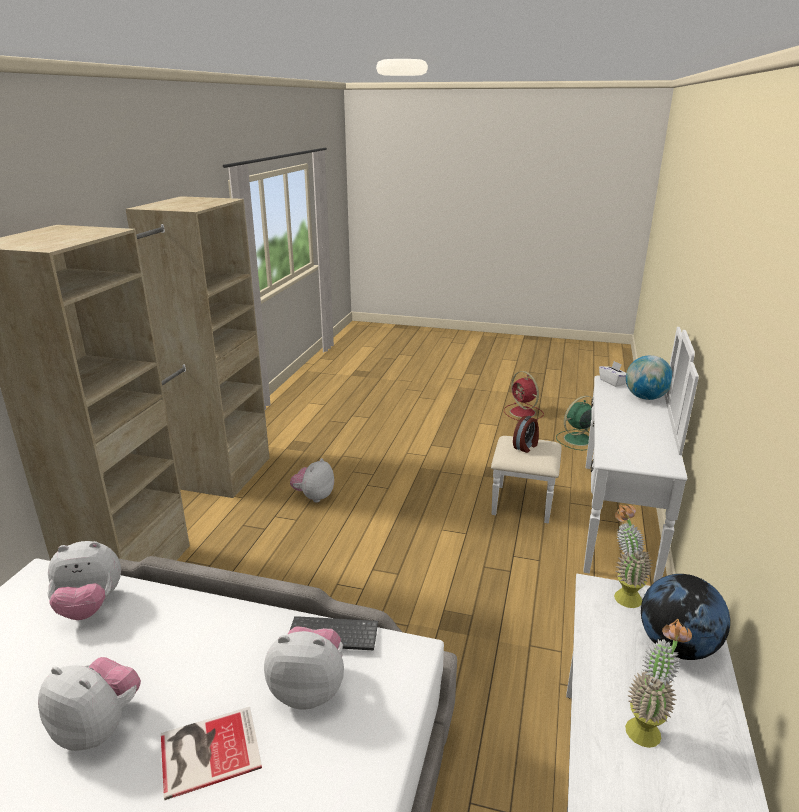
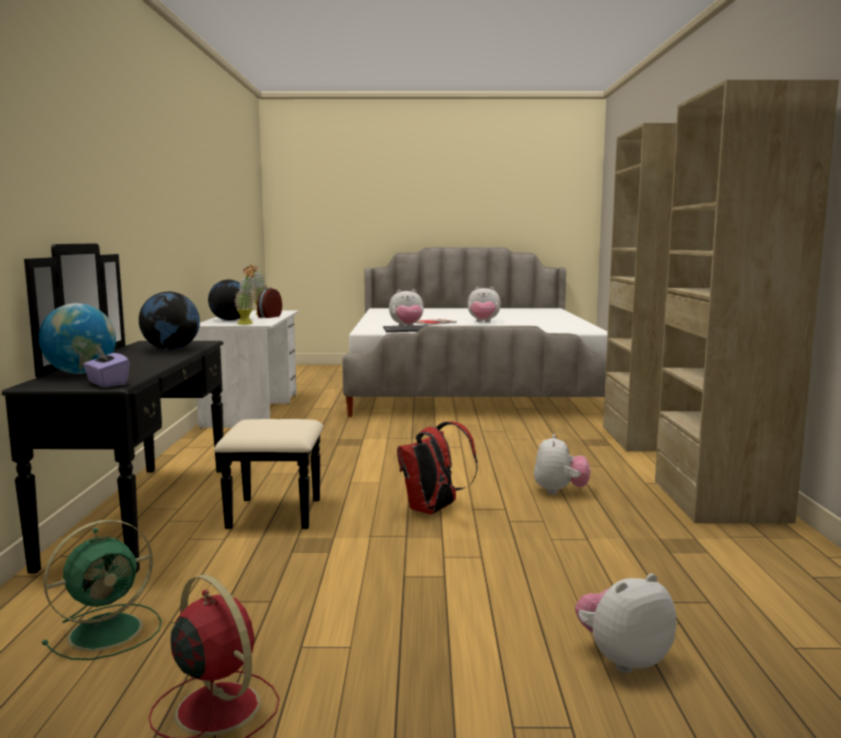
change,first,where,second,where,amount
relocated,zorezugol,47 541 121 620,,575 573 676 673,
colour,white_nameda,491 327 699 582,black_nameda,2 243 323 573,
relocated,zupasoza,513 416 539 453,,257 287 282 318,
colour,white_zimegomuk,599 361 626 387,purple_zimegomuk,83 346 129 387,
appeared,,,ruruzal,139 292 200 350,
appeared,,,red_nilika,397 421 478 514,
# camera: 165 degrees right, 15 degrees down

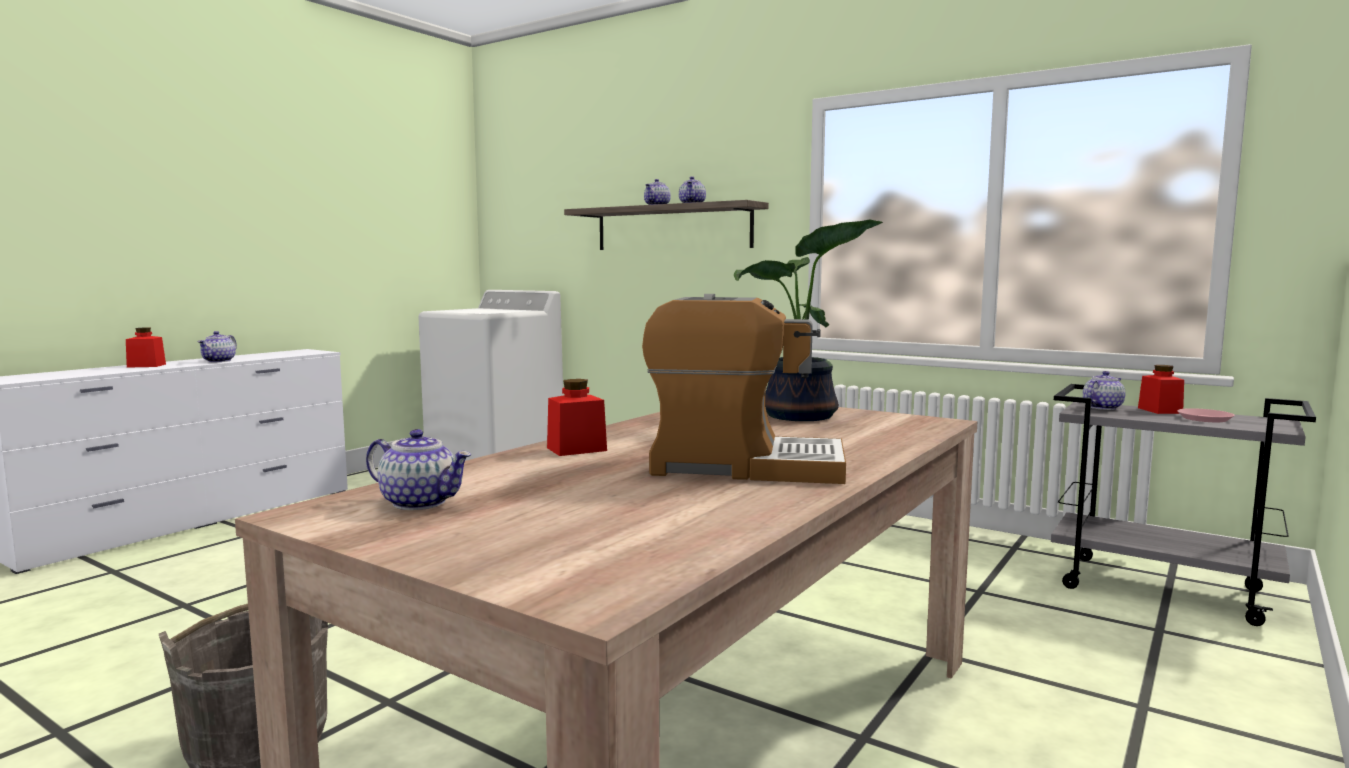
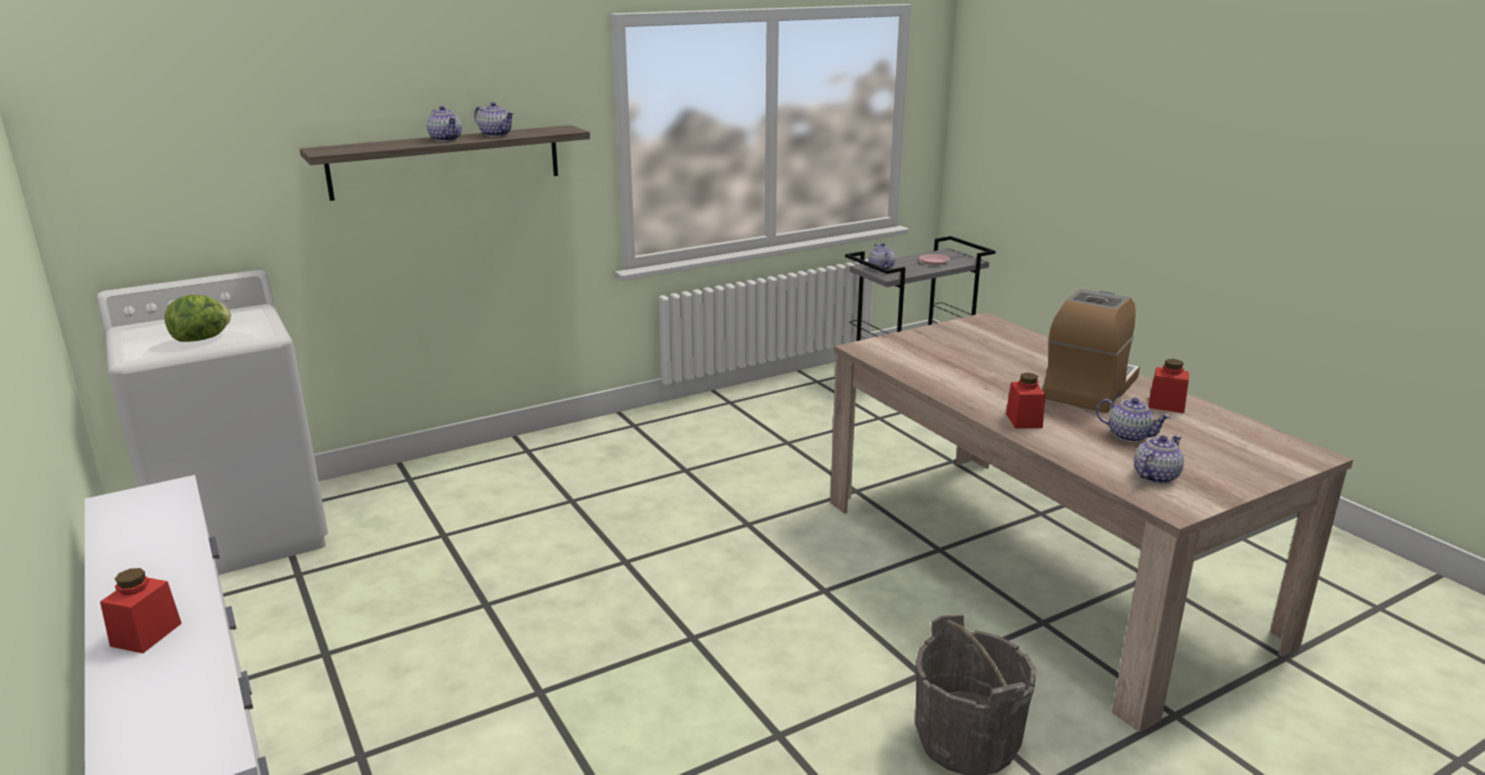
change,first,where,second,where,amount
relocated,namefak,197 331 237 362,,1096 398 1171 442,
missing,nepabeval,734 219 883 421,,,
relocated,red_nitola,1138 365 1184 414,,1148 359 1189 413,
appeared,,,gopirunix,164 295 231 342,
# camera: 65 degrees left, 15 degrees up

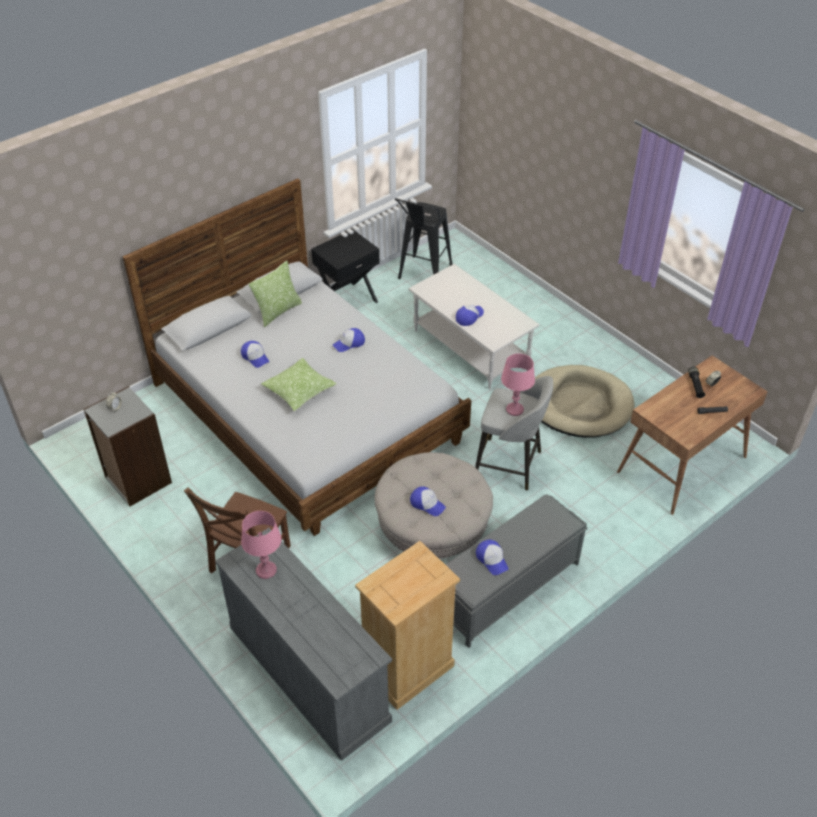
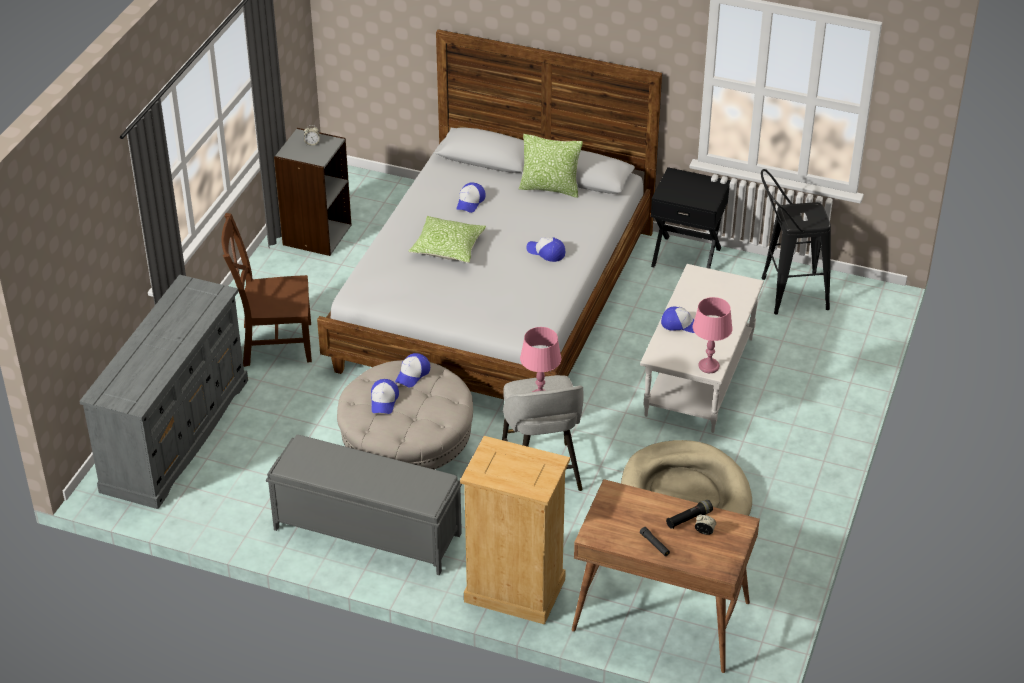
change,first,where,second,where,amount
relocated,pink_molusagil,241 511 282 579,,693 297 733 373,
relocated,beige_nameda,355 541 460 710,,460 436 570 625,
relocated,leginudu,476 540 508 575,,395 353 430 387,
# camera: 60 degrees right, 5 degrees down

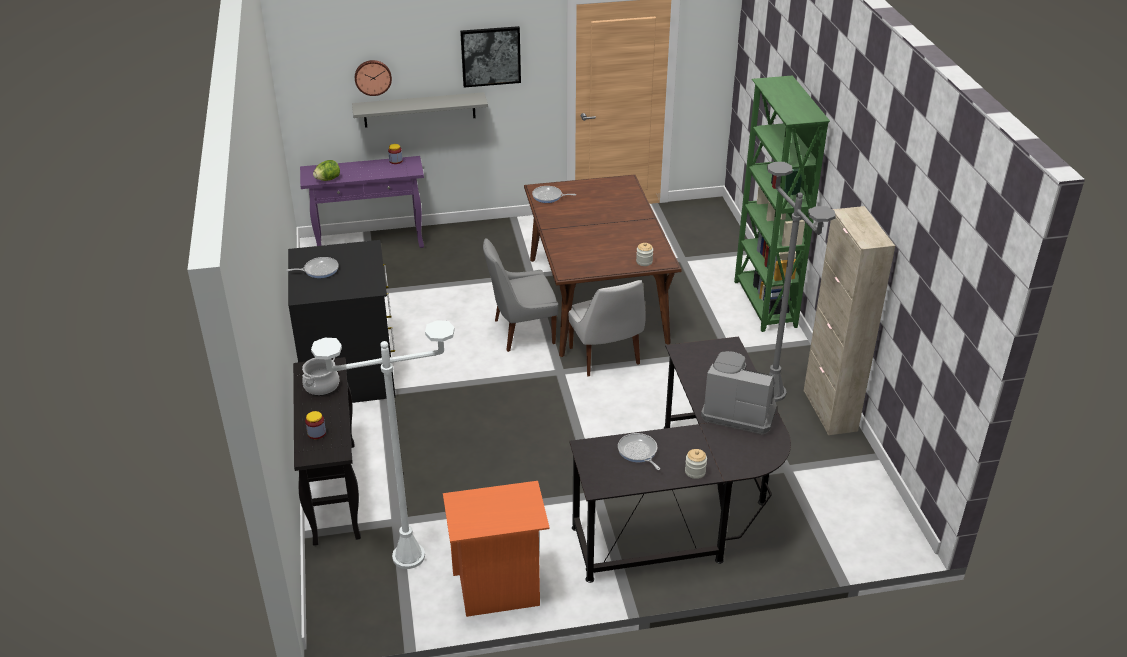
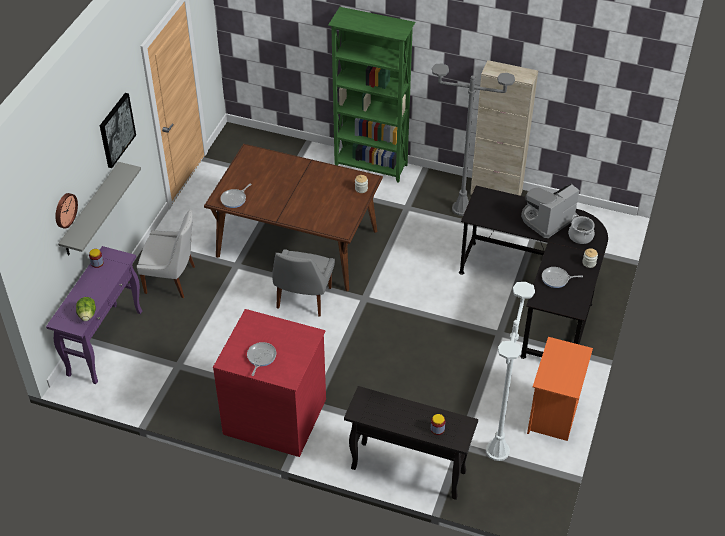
change,first,where,second,where,amount
colour,black_nameda,288 240 396 403,red_nameda,213 309 326 457,
relocated,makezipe,302 357 339 396,,568 215 595 244,
relocated,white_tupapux,568 280 645 376,,137 210 195 298,
# camera: 60 degrees left, 10 degrees up

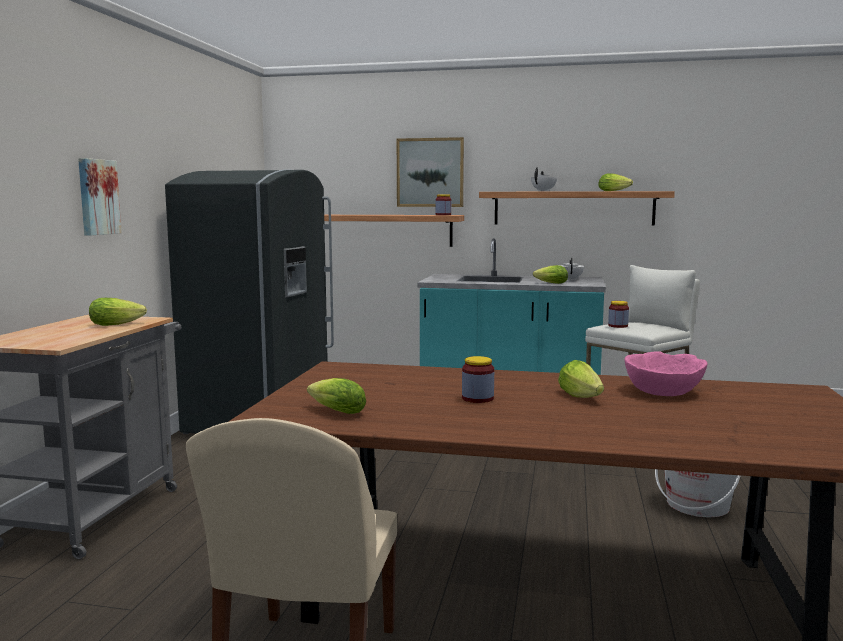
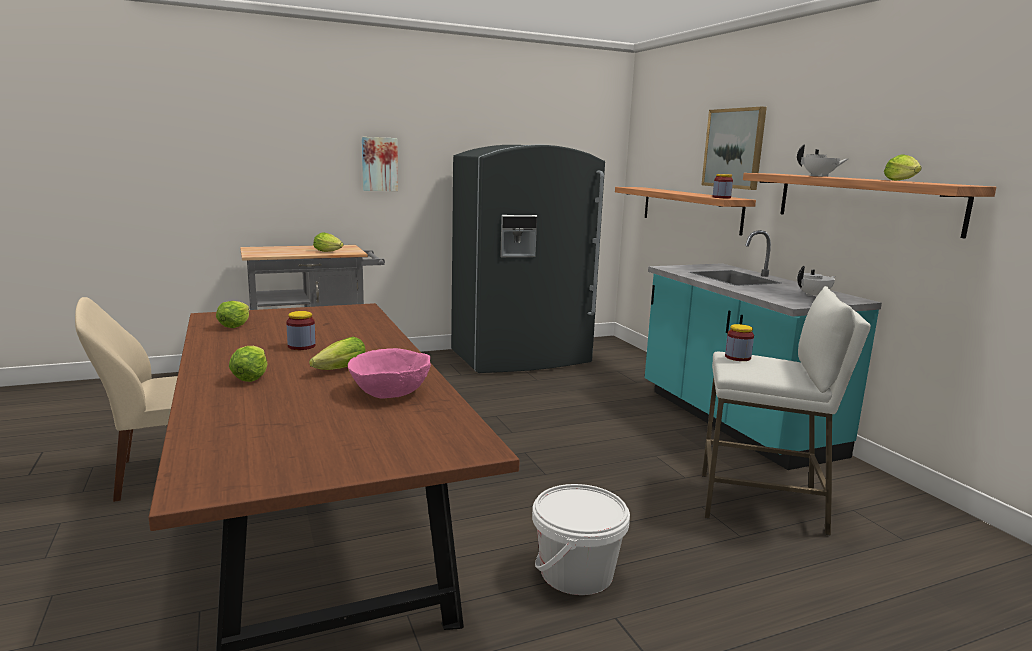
change,first,where,second,where,amount
relocated,gopirunix,533 265 568 284,,229 346 268 382,
# camera: 55 degrees right, 5 degrees up

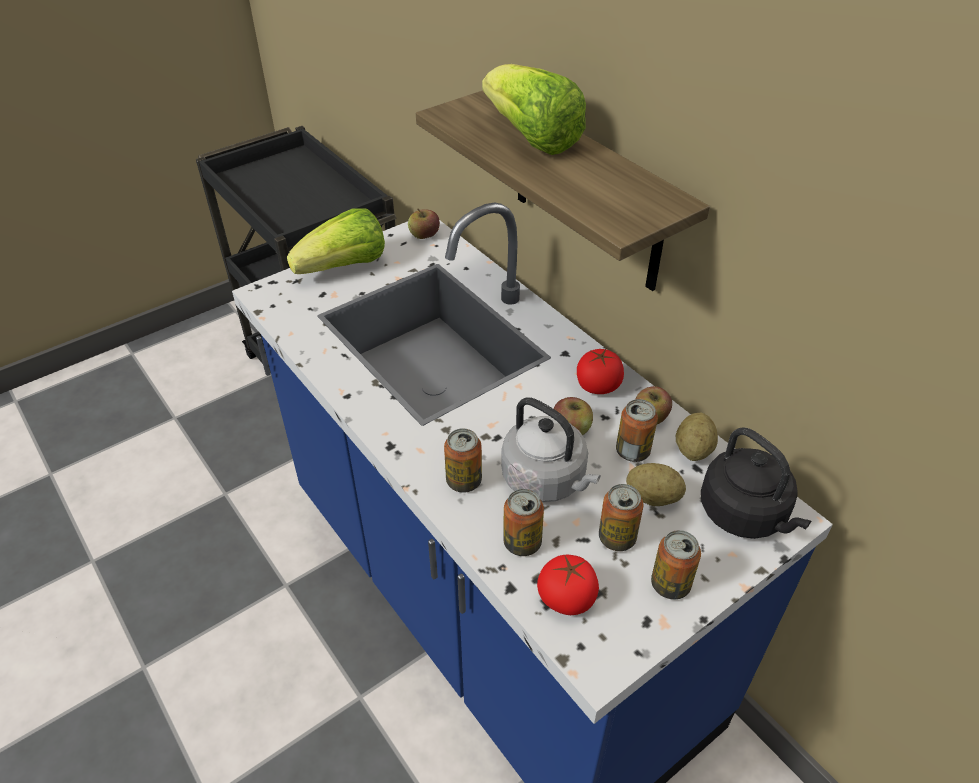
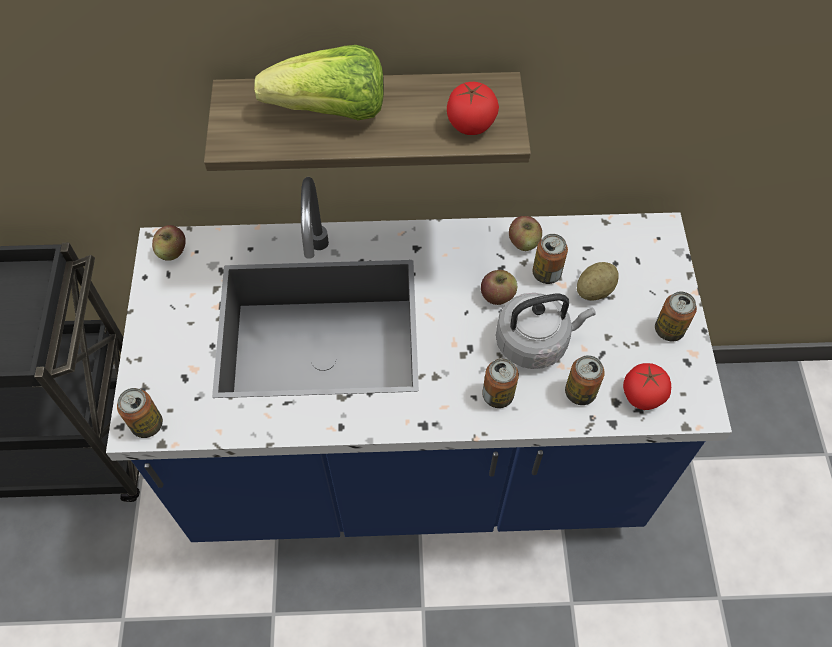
change,first,where,second,where,amount
missing,gopirunix,287 208 385 274,,,
relocated,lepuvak,577 349 624 394,,447 82 499 135,
relocated,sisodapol,599 484 644 551,,117 388 163 438,
missing,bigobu,676 413 718 461,,,
missing,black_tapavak,701 427 811 539,,,
# camera: 55 degrees left, 15 degrees up

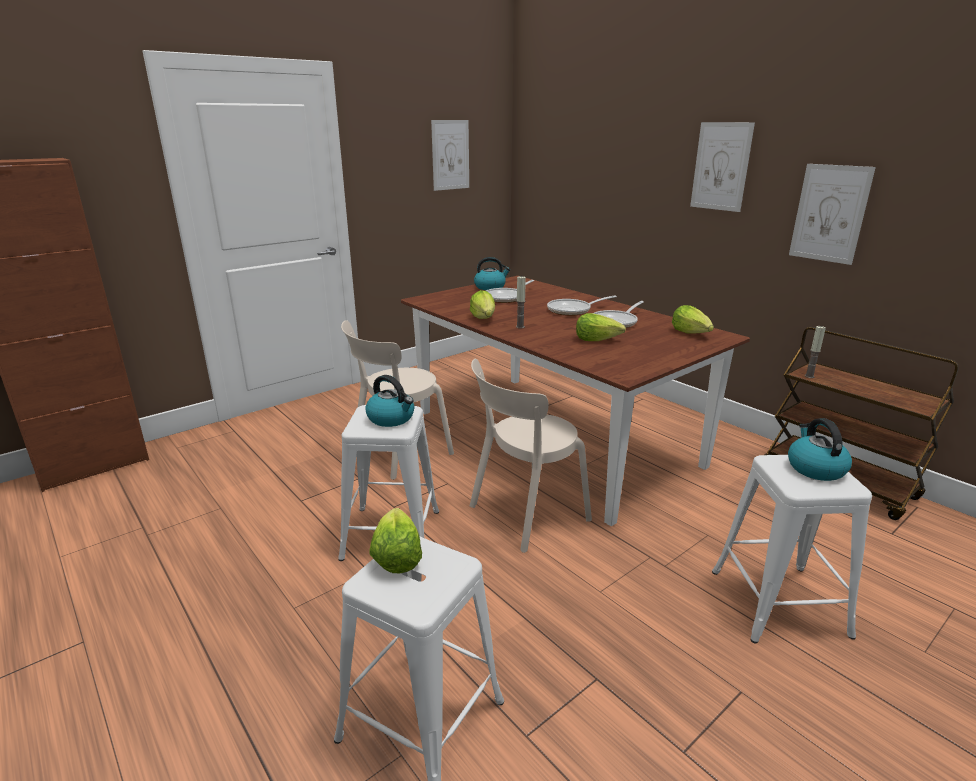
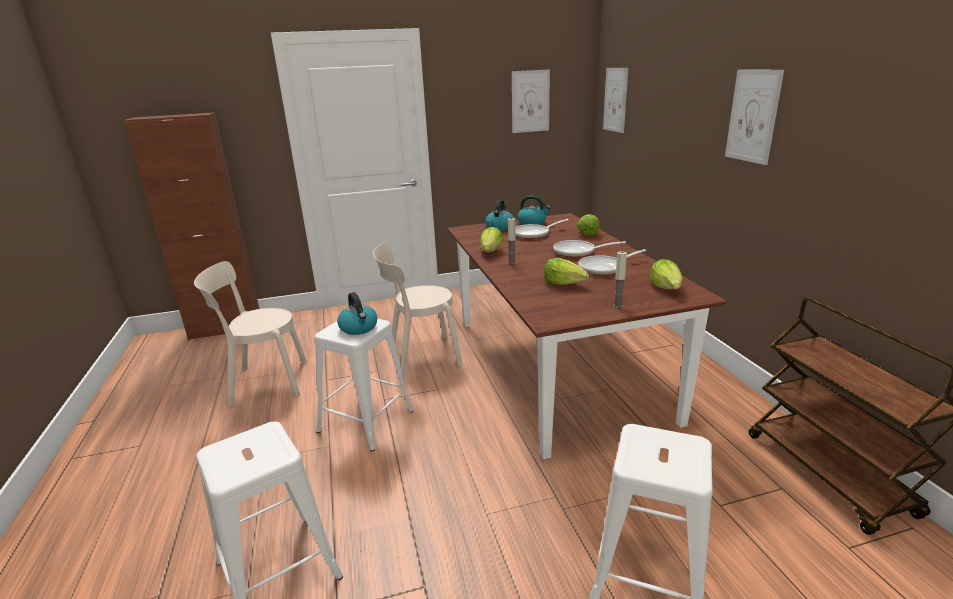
change,first,where,second,where,amount
relocated,gopirunix,369 508 422 573,,577 214 599 236,
relocated,beige_tupapux,470 359 592 553,,194 261 307 407,
relocated,tapavak,788 418 852 481,,485 200 514 231,
relocated,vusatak,789 164 876 265,,603 68 628 133,
relocated,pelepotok,805 325 826 378,,613 251 627 308,
# camera: 25 degrees right, 0 degrees up

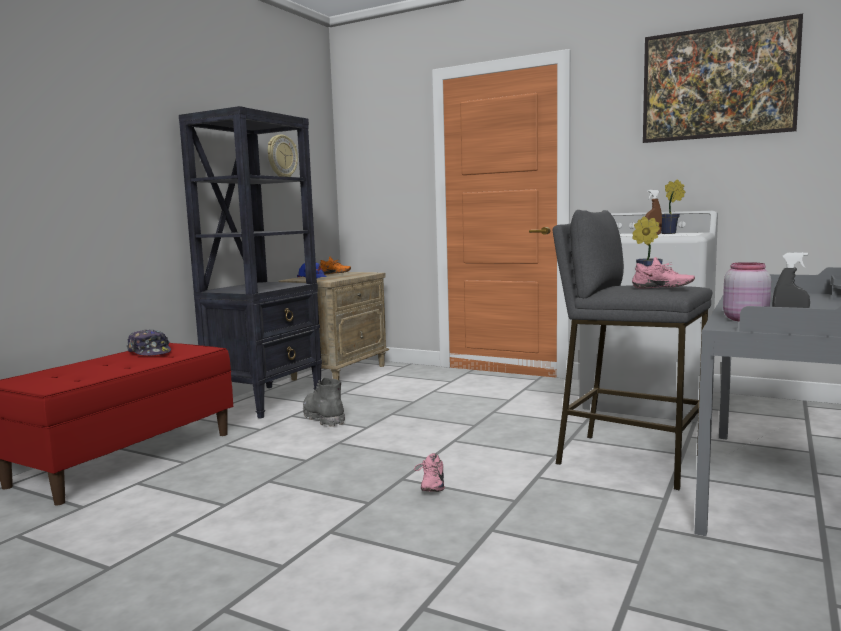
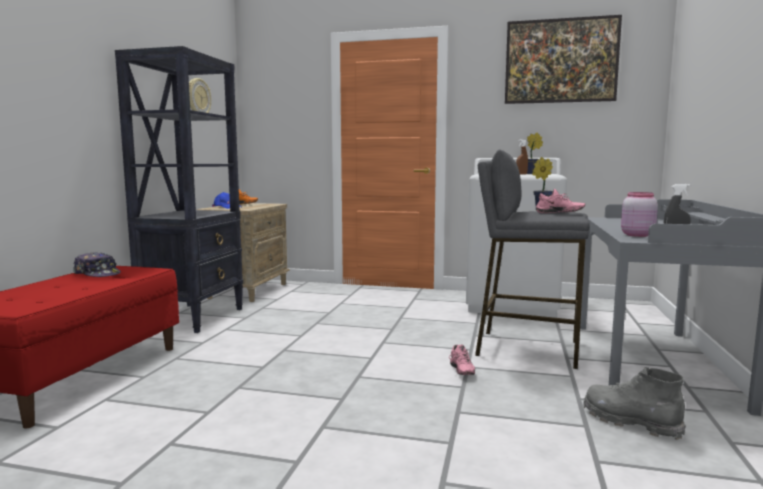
change,first,where,second,where,amount
relocated,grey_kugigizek,303 377 345 427,,583 367 686 440,
relocated,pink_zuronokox,414 453 445 492,,449 345 475 375,
# camera: 15 degrees left, 0 degrees up

